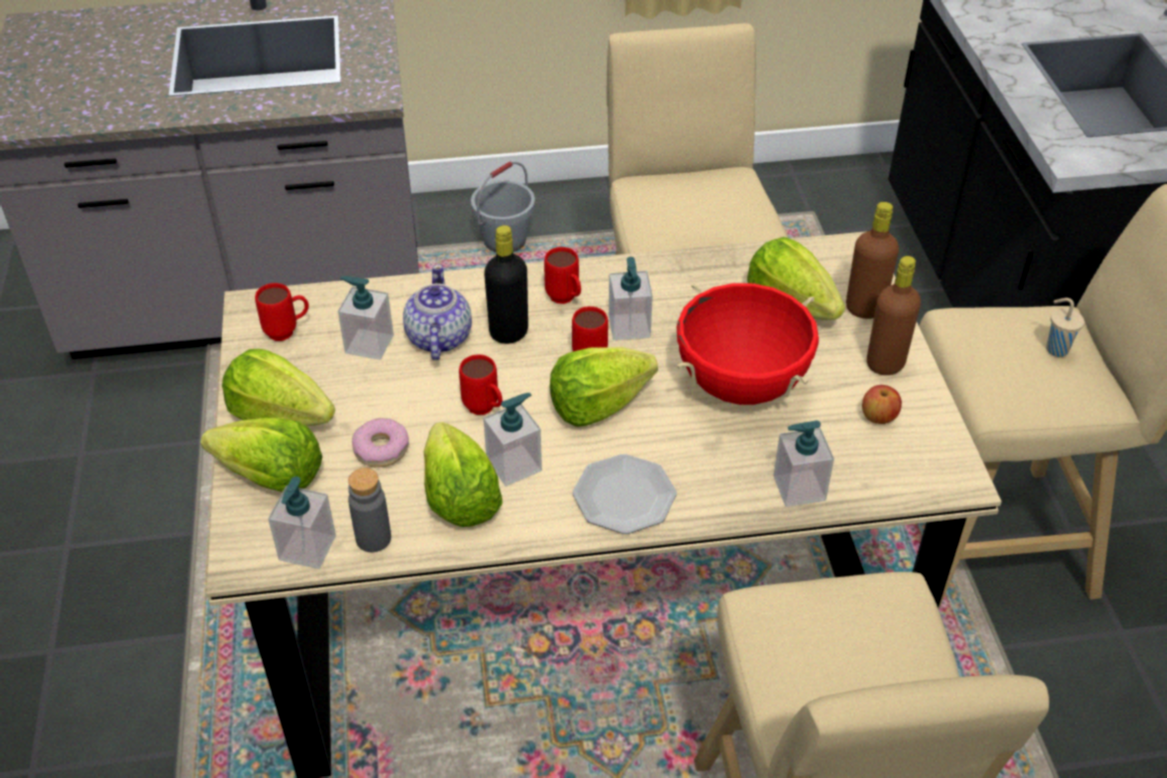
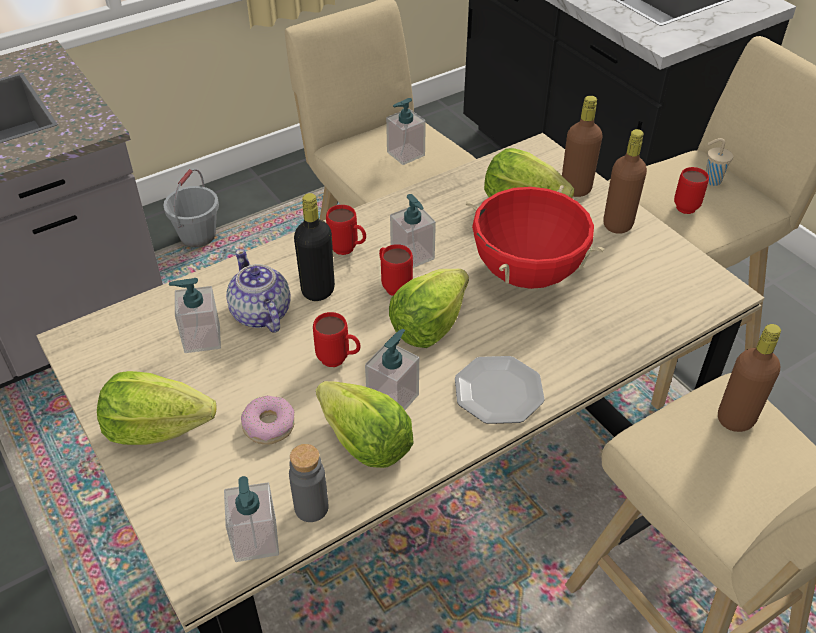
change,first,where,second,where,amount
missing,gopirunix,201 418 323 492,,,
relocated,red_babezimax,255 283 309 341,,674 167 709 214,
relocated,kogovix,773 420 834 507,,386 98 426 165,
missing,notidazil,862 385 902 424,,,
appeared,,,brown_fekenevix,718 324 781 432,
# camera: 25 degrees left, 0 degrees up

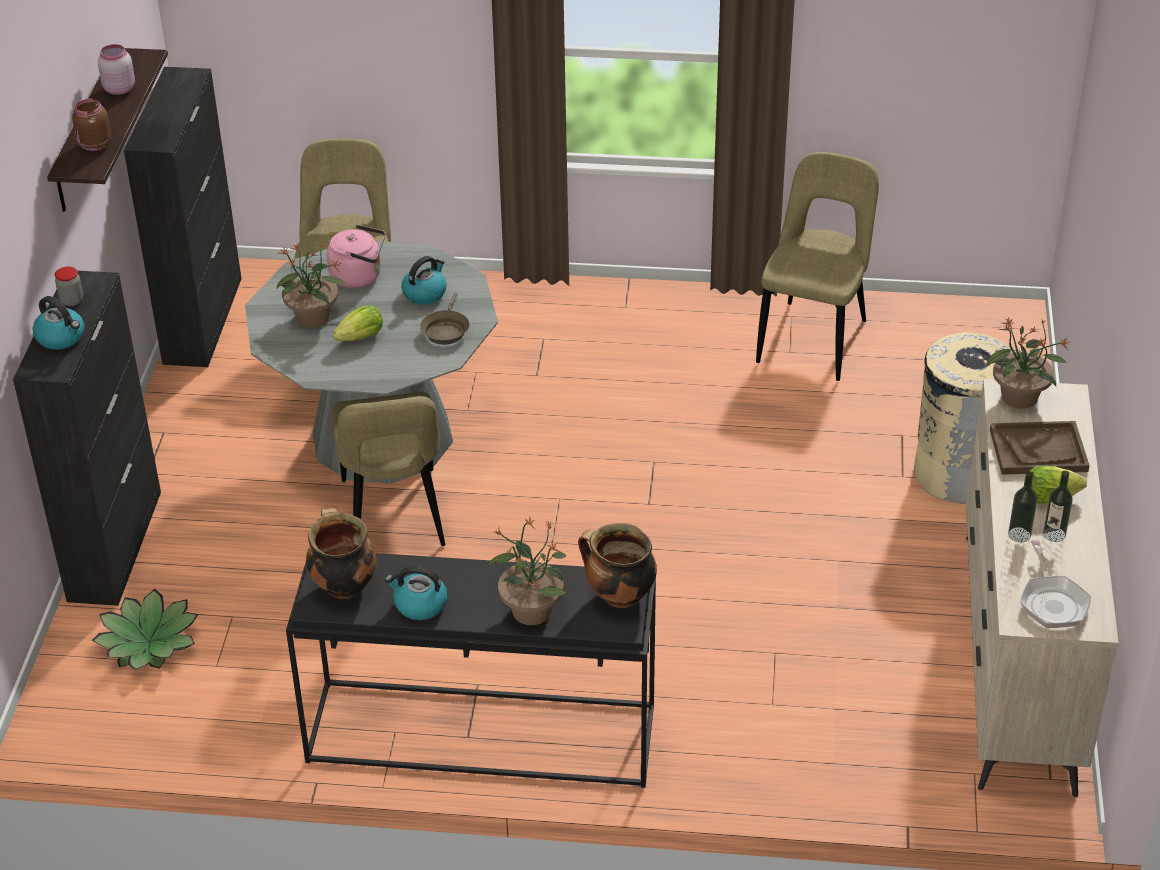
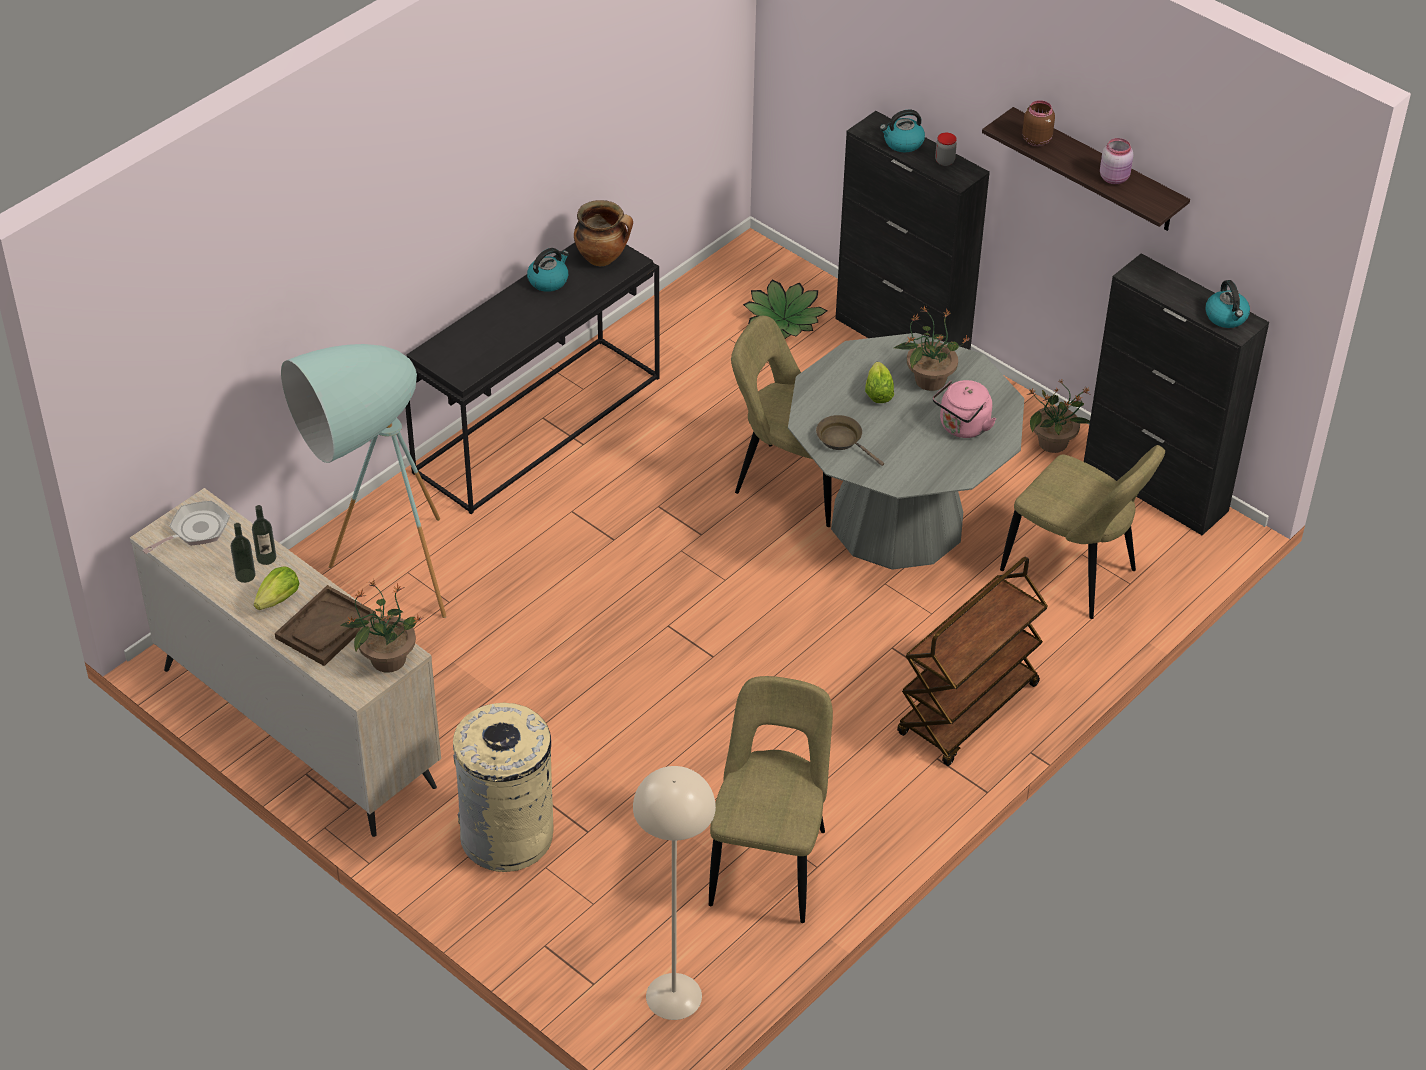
change,first,where,second,where,amount
relocated,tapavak,401 256 447 305,,1205 280 1250 328,
relocated,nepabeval,488 517 567 625,,1027 379 1090 453,
missing,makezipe,578 523 657 608,,,
spun,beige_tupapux,756 152 879 381,,709 676 833 923,135 degrees counterclockwise
spun,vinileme,1020 540 1091 628,,142 501 230 554,105 degrees clockwise
appeared,,,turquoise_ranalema,281 344 447 618,
appeared,,,beige_ranalema,633 766 716 1020,
appeared,,,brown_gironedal,897 557 1048 766,
# camera: 125 degrees right, 5 degrees up

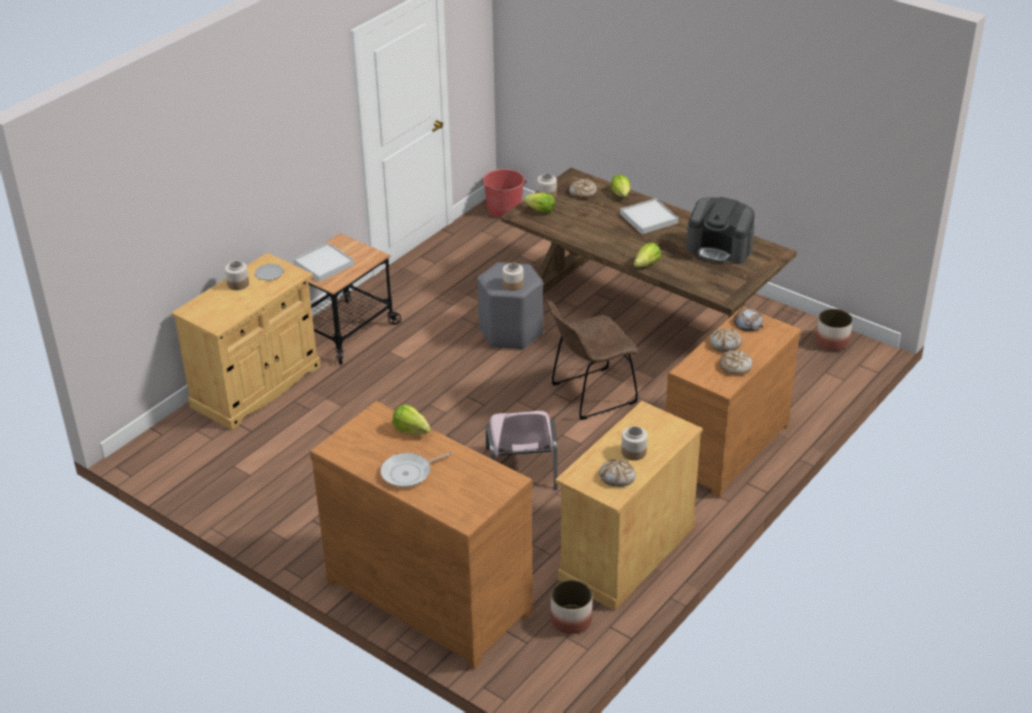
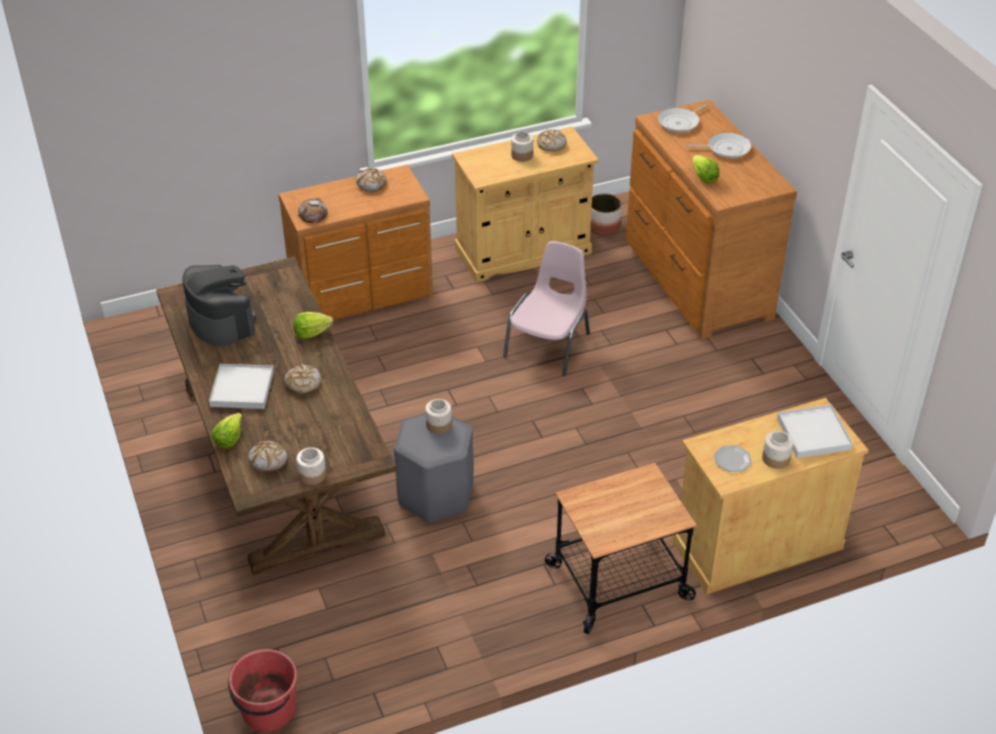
change,first,where,second,where,amount
relocated,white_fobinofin,293 243 354 282,,777 404 853 458,
missing,gopirunix,523 192 555 213,,,
missing,brown_tupapux,547 300 639 420,,,
relocated,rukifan,709 328 742 352,,284 364 321 394,
missing,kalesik,816 309 853 351,,,
appeared,,,vinileme,658 104 709 133,
# camera: 150 degrees left, 5 degrees up

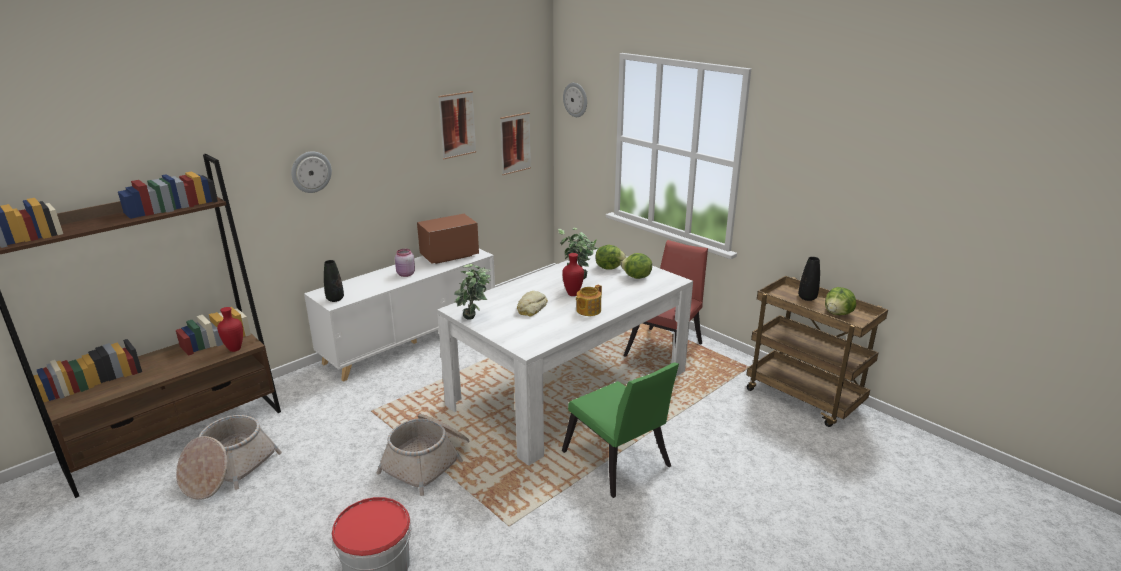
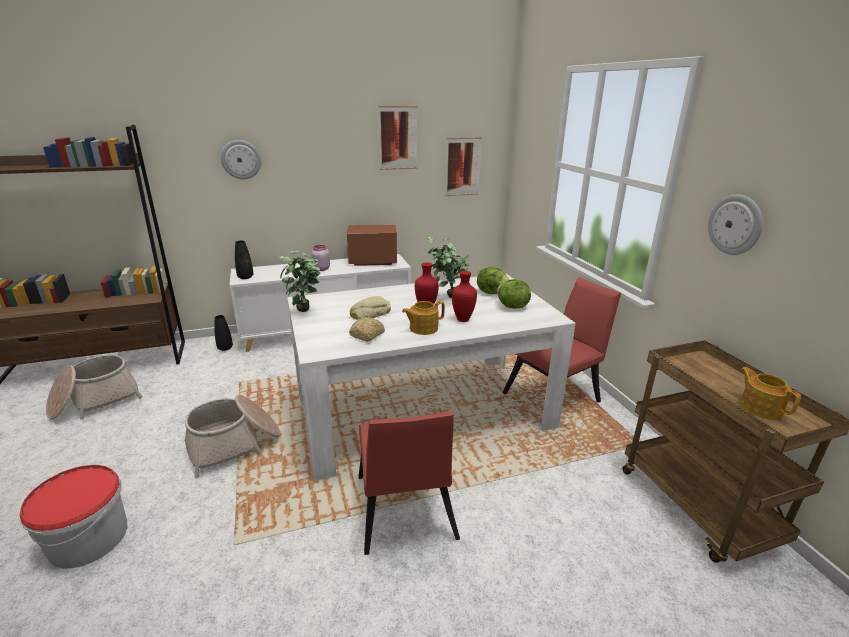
change,first,where,second,where,amount
relocated,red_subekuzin,217 307 243 352,,452 271 477 322,
colour,green_tupapux,562 362 679 498,red_tupapux,359 411 460 555,
relocated,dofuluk,563 83 587 117,,708 194 763 255,
relocated,black_subekuzin,798 257 820 301,,214 315 233 351,
exchanged,gopirunix,825 287 856 315,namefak,740 367 801 419,
appeared,,,rukifan,349 317 385 341,
# camera: 25 degrees right, 0 degrees up

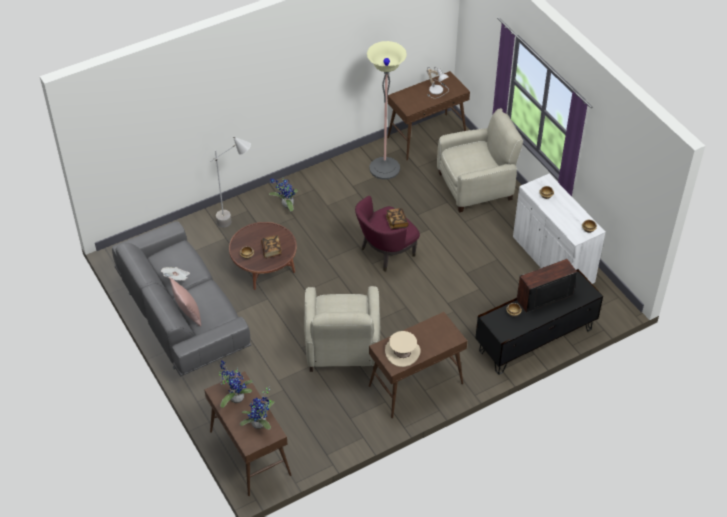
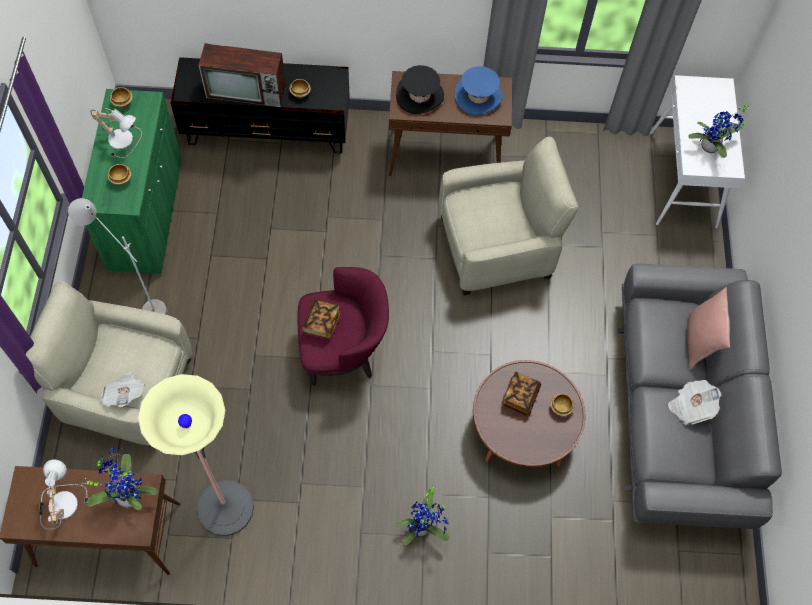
change,first,where,second,where,amount
colour,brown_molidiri,204 371 291 496,white_molidiri,650 75 745 228,
relocated,grey_ranalema,210 136 251 227,,68 198 169 315,
relocated,nepabeval,240 386 275 430,,82 446 158 510,
spun,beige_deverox,304 286 380 372,,438 137 578 295,45 degrees clockwise
colour,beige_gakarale,385 331 421 367,blue_gakarale,455 66 503 115,
colour,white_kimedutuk,513 174 606 284,green_kimedutuk,82 89 182 274,
appeared,,,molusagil,90 108 142 158,
appeared,,,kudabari,100 372 145 407,
appeared,,,black_gakarale,396 65 444 114,
# camera: 150 degrees left, 15 degrees up

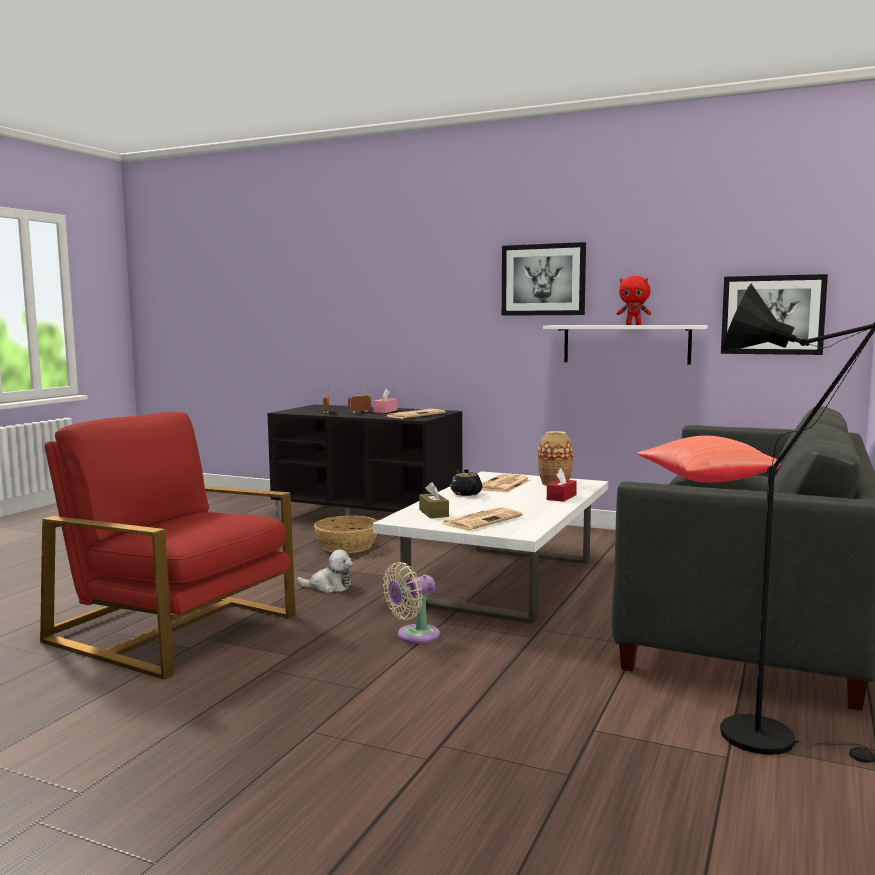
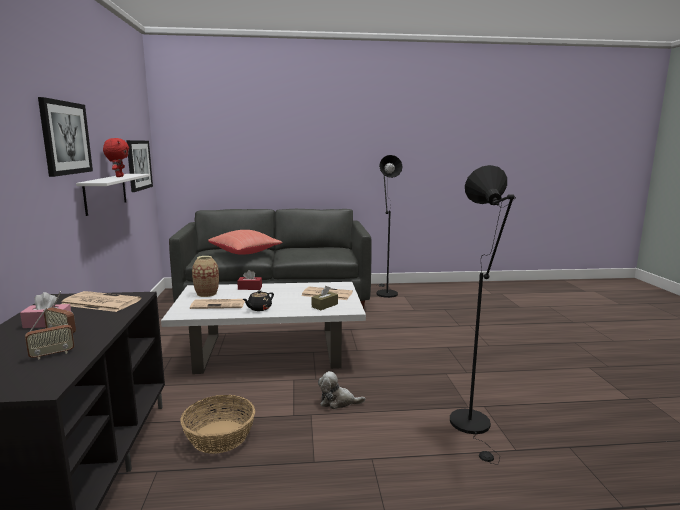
change,first,where,second,where,amount
exchanged,red_deverox,40 412 296 680,black_ranalema,450 165 516 465,
spun,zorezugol,297 549 353 593,,318 371 365 409,60 degrees counterclockwise
missing,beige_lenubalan,383 562 440 644,,,
# camera: 120 degrees left, 5 degrees up

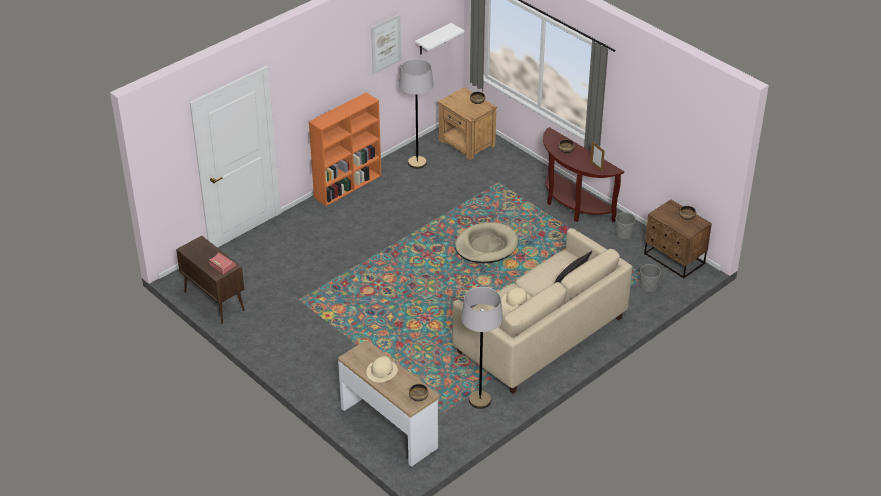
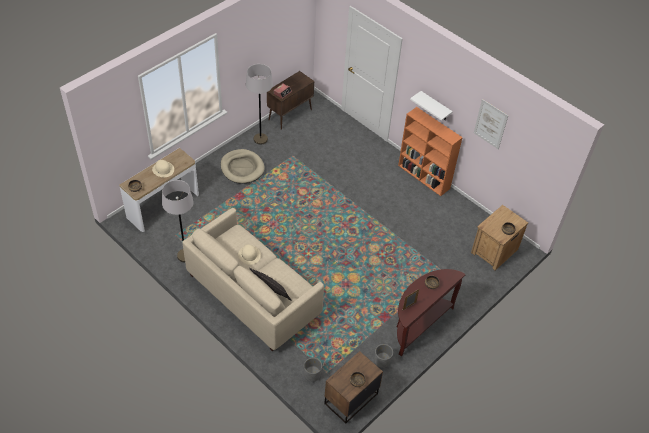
change,first,where,second,where,amount
relocated,grey_ranalema,399 59 434 169,,246 64 273 145,
relocated,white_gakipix,415 23 465 55,,410 91 453 121,
relocated,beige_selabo,455 222 518 263,,220 149 265 184,
# camera: 85 degrees right, 10 degrees up

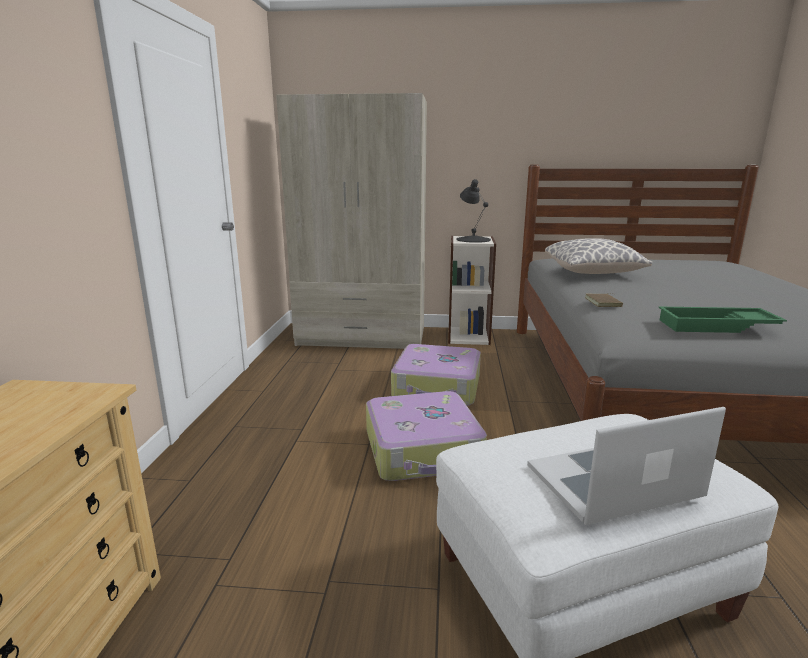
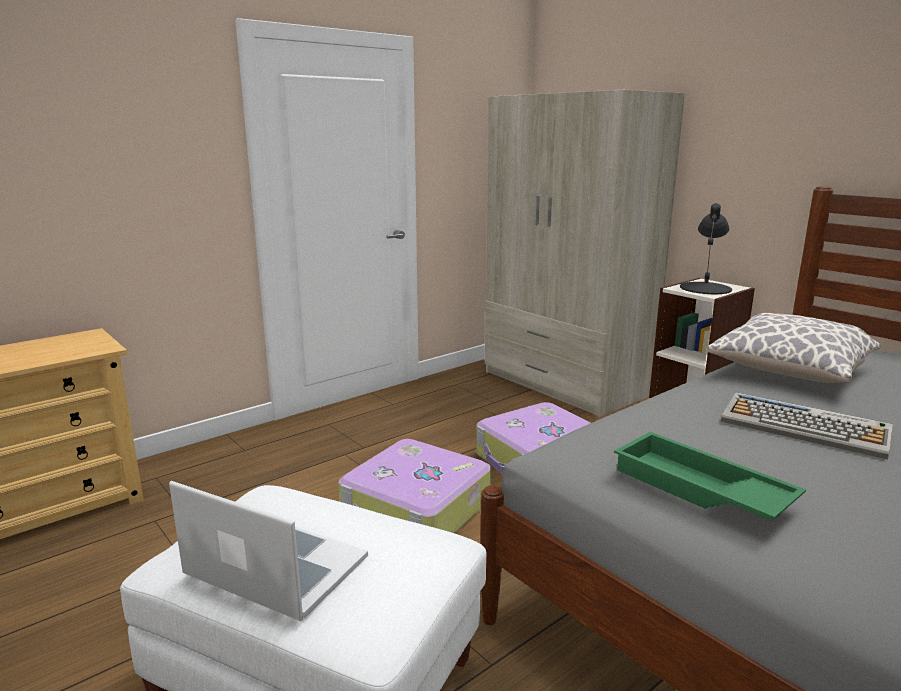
change,first,where,second,where,amount
missing,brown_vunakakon,585 293 623 307,,,
appeared,,,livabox,721 392 893 460,
# camera: 45 degrees right, 0 degrees up

